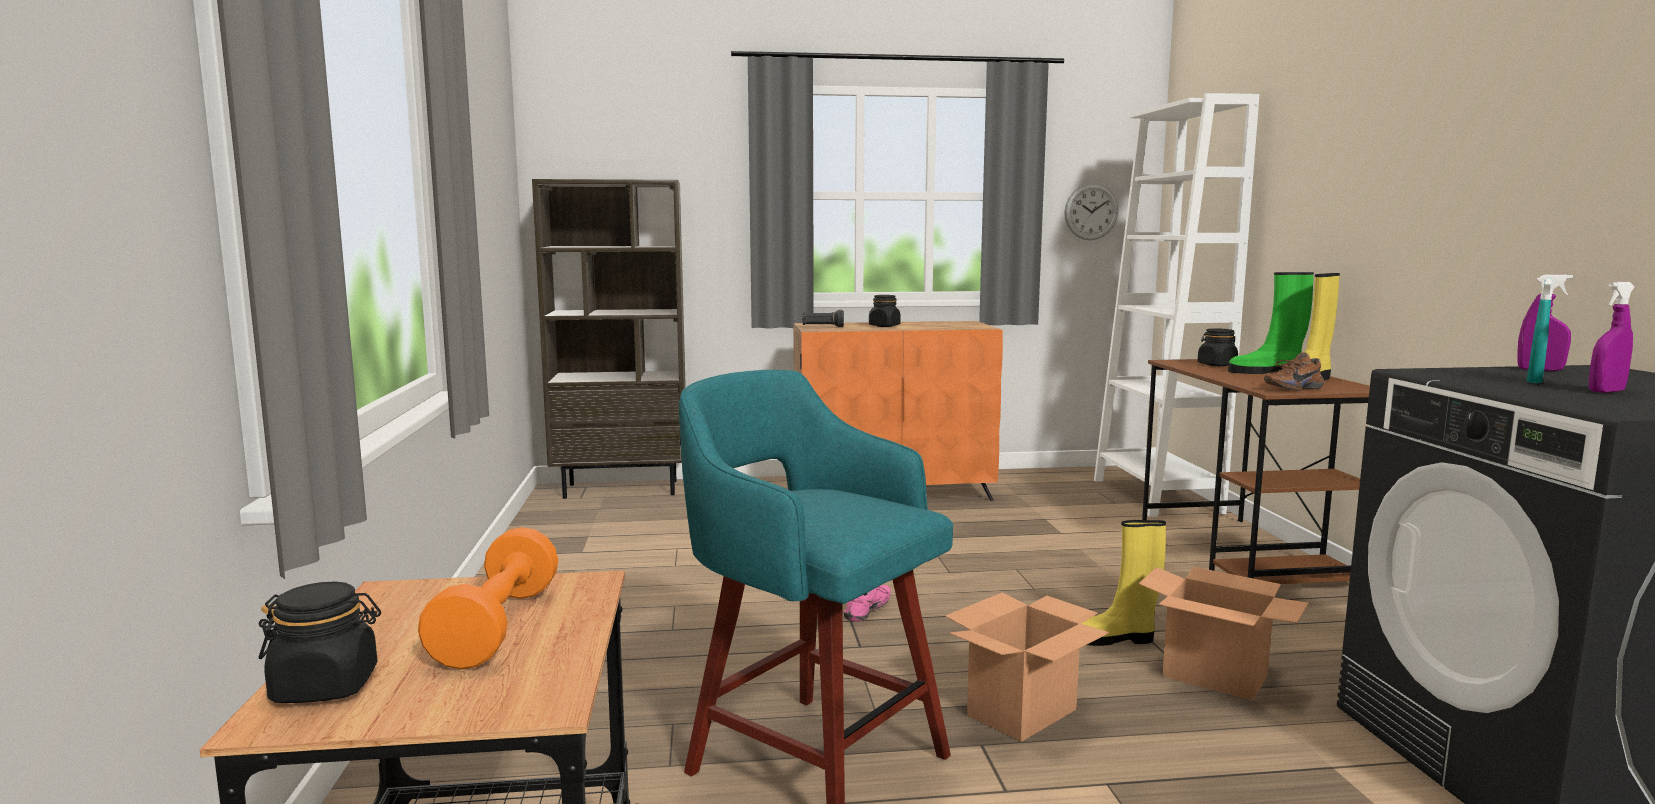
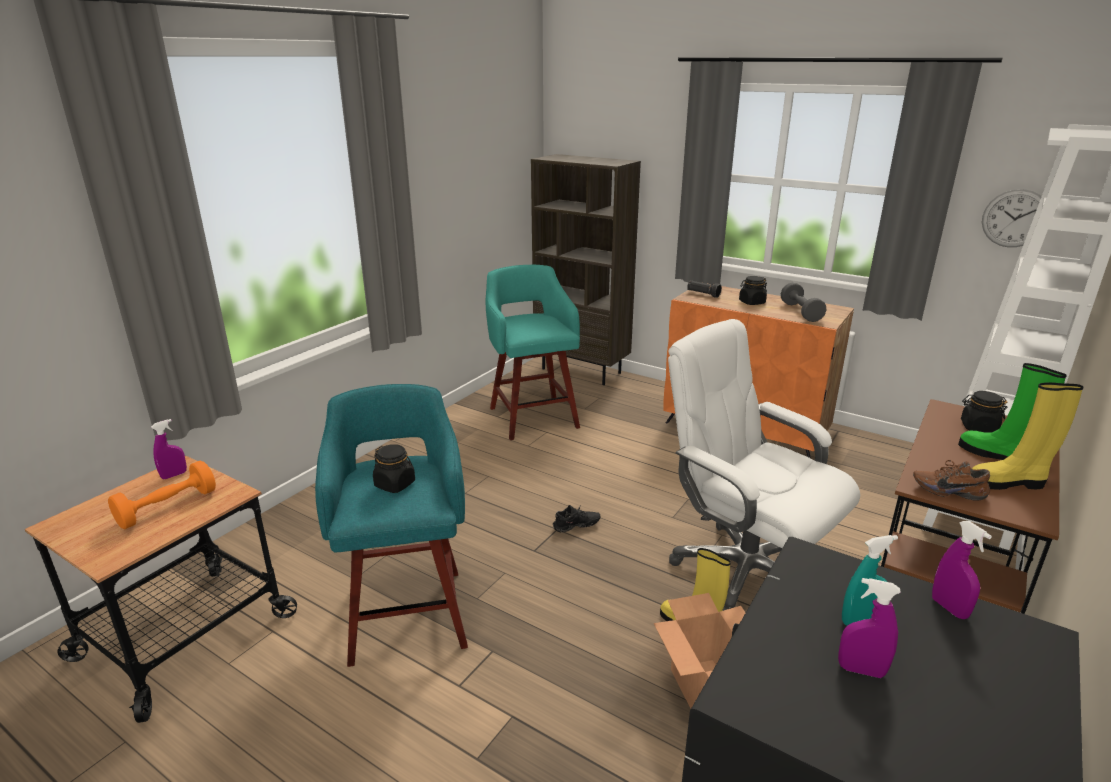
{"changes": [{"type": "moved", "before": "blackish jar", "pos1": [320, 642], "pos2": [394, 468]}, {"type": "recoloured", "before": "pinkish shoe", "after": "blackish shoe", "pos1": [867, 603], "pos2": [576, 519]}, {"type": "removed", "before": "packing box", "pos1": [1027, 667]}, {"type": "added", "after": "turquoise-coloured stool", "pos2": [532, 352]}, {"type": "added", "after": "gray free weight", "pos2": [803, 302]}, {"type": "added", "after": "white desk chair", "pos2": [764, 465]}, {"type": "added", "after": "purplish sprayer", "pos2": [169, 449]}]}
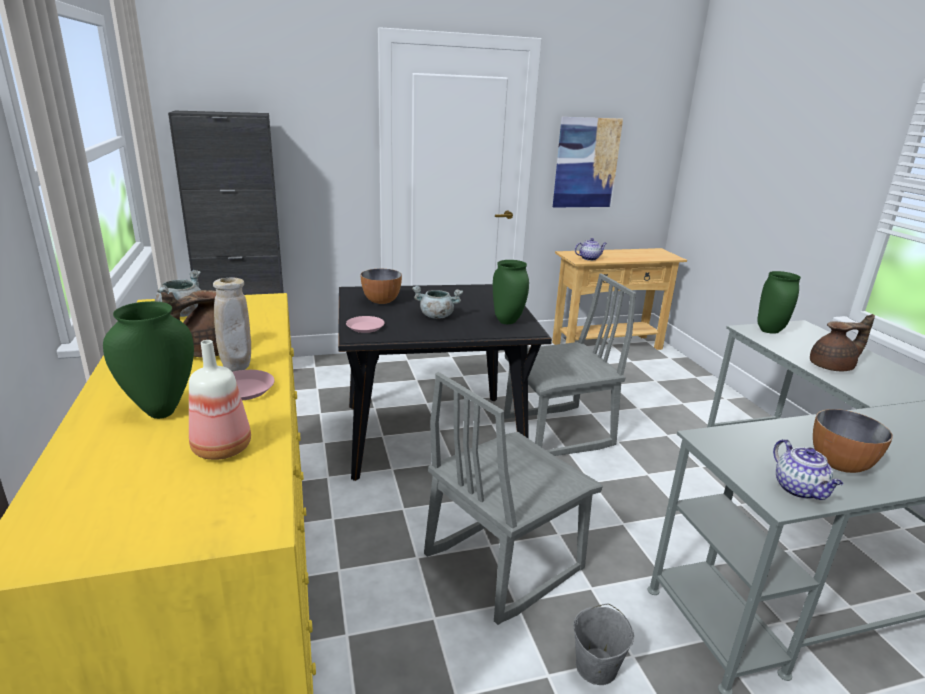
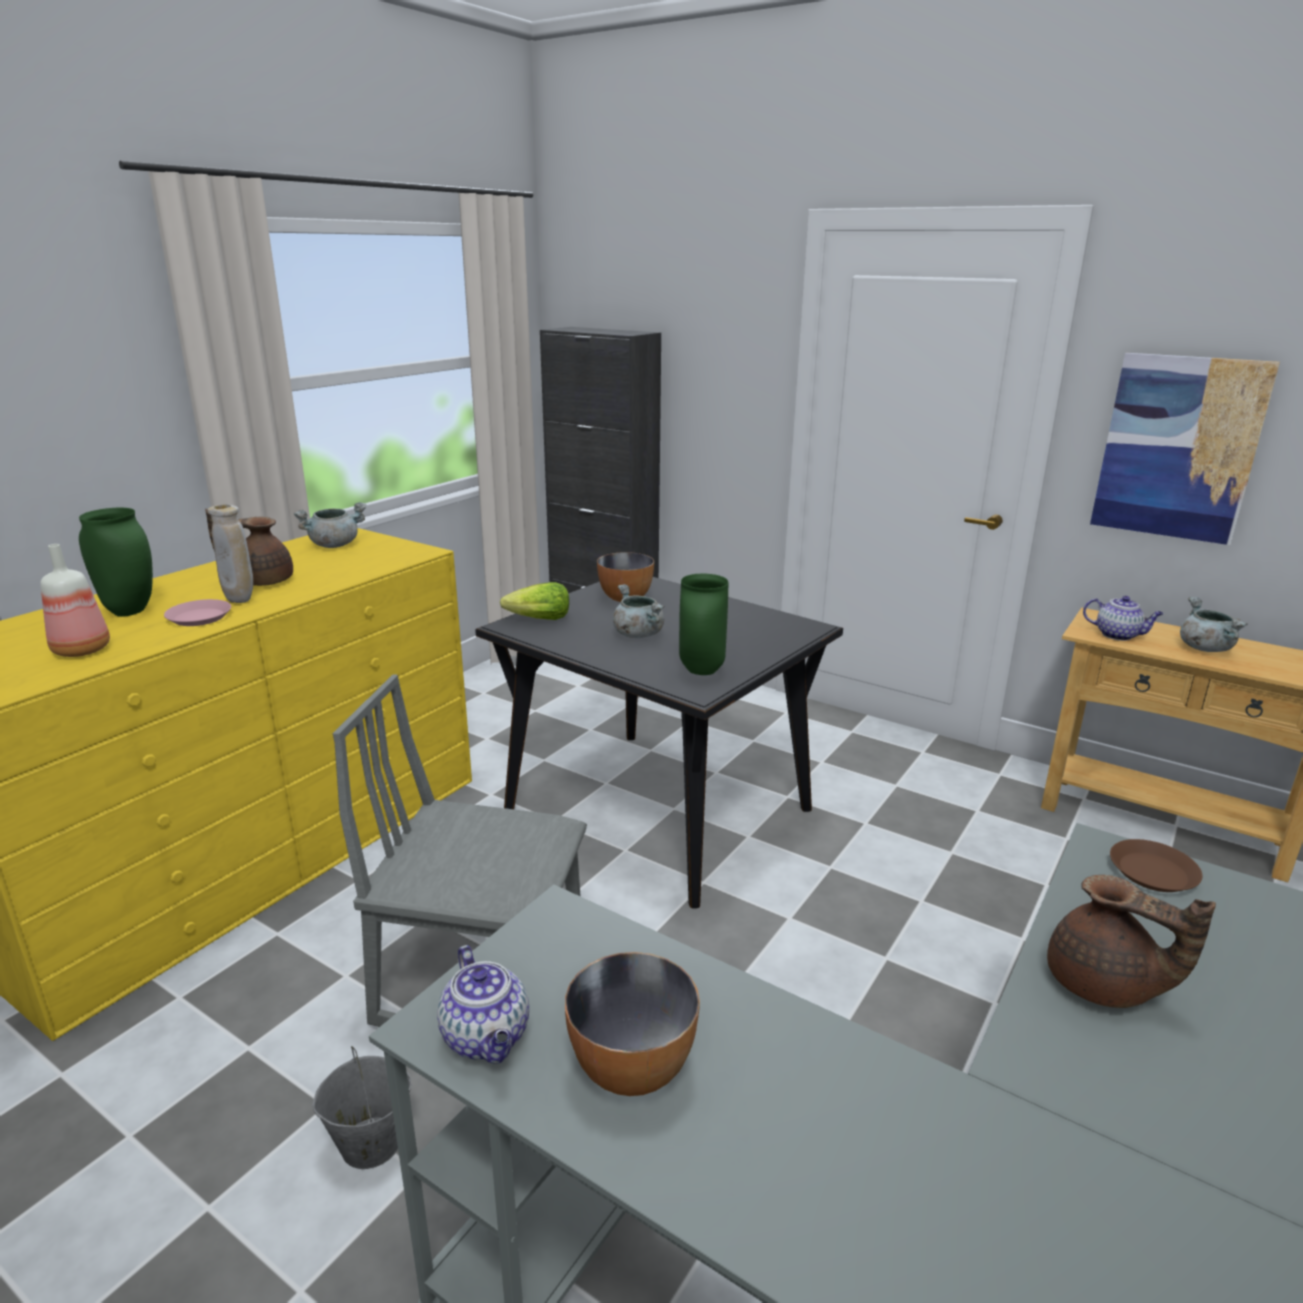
{"changes": [{"type": "replaced", "before": "green vase", "after": "brown dinner plate", "pos1": [779, 302], "pos2": [1156, 865]}, {"type": "removed", "before": "gray upright chair", "pos1": [570, 364]}, {"type": "replaced", "before": "pinkish dinner plate", "after": "lettuce head", "pos1": [365, 324], "pos2": [534, 601]}, {"type": "turned", "before": "pot for tea", "pos1": [808, 469], "pos2": [483, 1004], "turn": -60}, {"type": "added", "after": "gray cooking pot", "pos2": [1213, 624]}]}
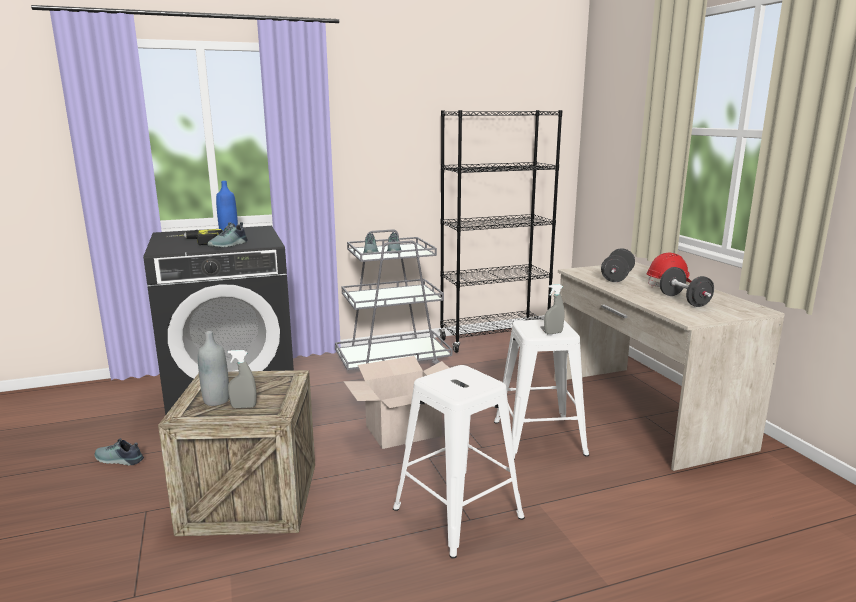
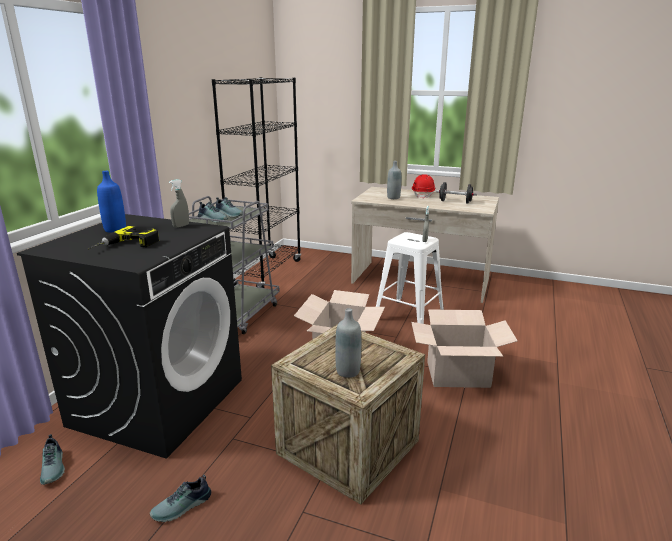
{"changes": [{"type": "moved", "before": "shoe", "pos1": [227, 235], "pos2": [52, 459]}, {"type": "replaced", "before": "blackish free weight", "after": "gray bottle", "pos1": [618, 265], "pos2": [394, 180]}, {"type": "moved", "before": "gray sprayer", "pos1": [242, 379], "pos2": [179, 203]}, {"type": "replaced", "before": "white stool", "after": "packing box", "pos1": [459, 462], "pos2": [464, 348]}]}
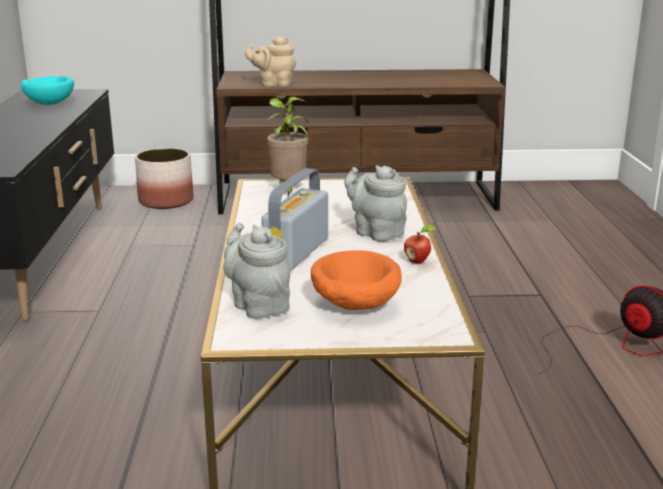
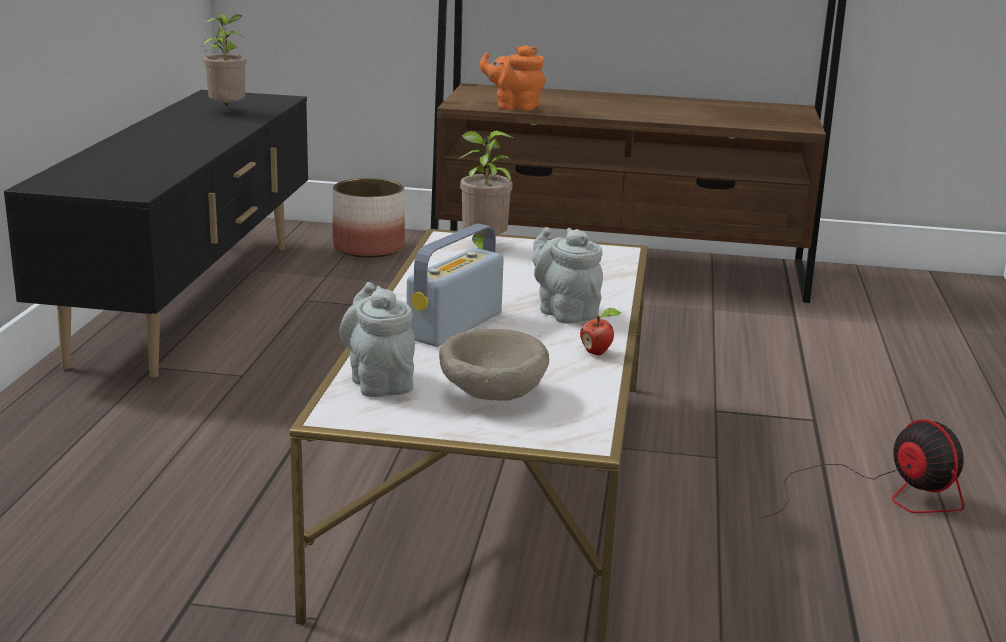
{"changes": [{"type": "recoloured", "before": "beige-coloured pot for tea", "after": "orangey pot for tea", "pos1": [270, 61], "pos2": [512, 78]}, {"type": "replaced", "before": "turquoise-coloured deep dish", "after": "houseplant", "pos1": [47, 90], "pos2": [224, 60]}, {"type": "recoloured", "before": "orangey deep dish", "after": "beige-coloured deep dish", "pos1": [356, 280], "pos2": [494, 365]}]}
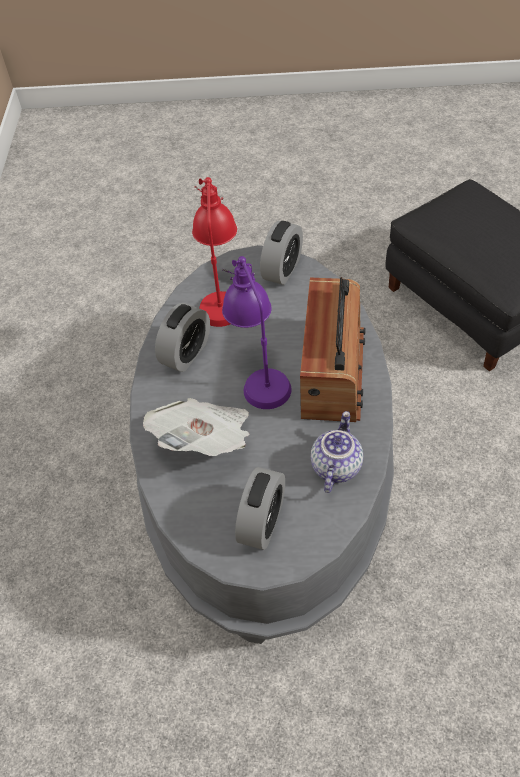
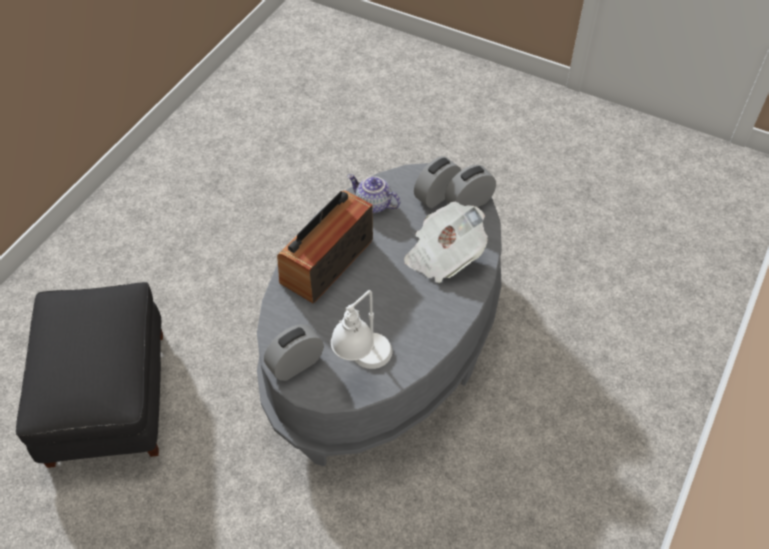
{"changes": [{"type": "recoloured", "before": "reddish lamp for a table", "after": "white lamp for a table", "pos1": [214, 252], "pos2": [361, 329]}, {"type": "removed", "before": "purplish lamp for a table", "pos1": [257, 332]}, {"type": "moved", "before": "bedside clock", "pos1": [182, 337], "pos2": [470, 186]}, {"type": "turned", "before": "pot for tea", "pos1": [337, 452], "pos2": [374, 193], "turn": 75}]}
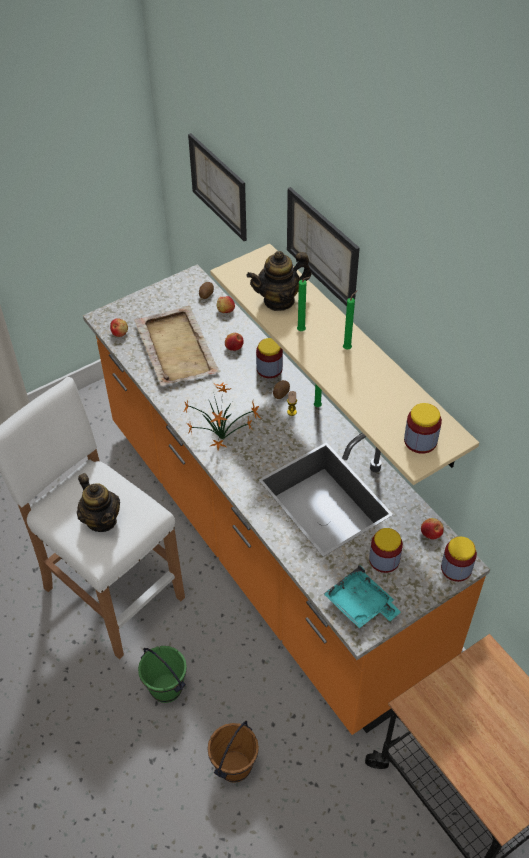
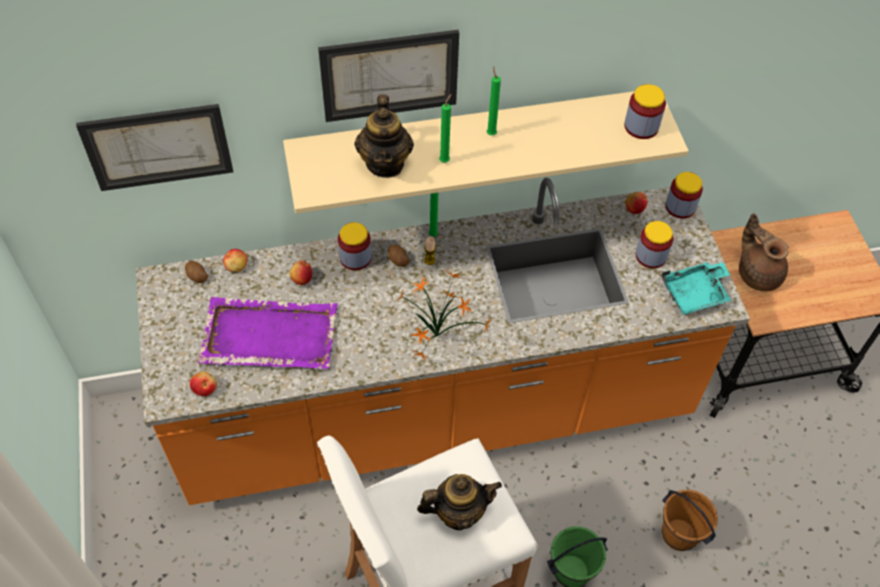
{"changes": [{"type": "recoloured", "before": "beige-coloured carrying tray", "after": "purplish carrying tray", "pos1": [177, 346], "pos2": [268, 333]}, {"type": "added", "after": "brown pot for tea", "pos2": [764, 252]}]}
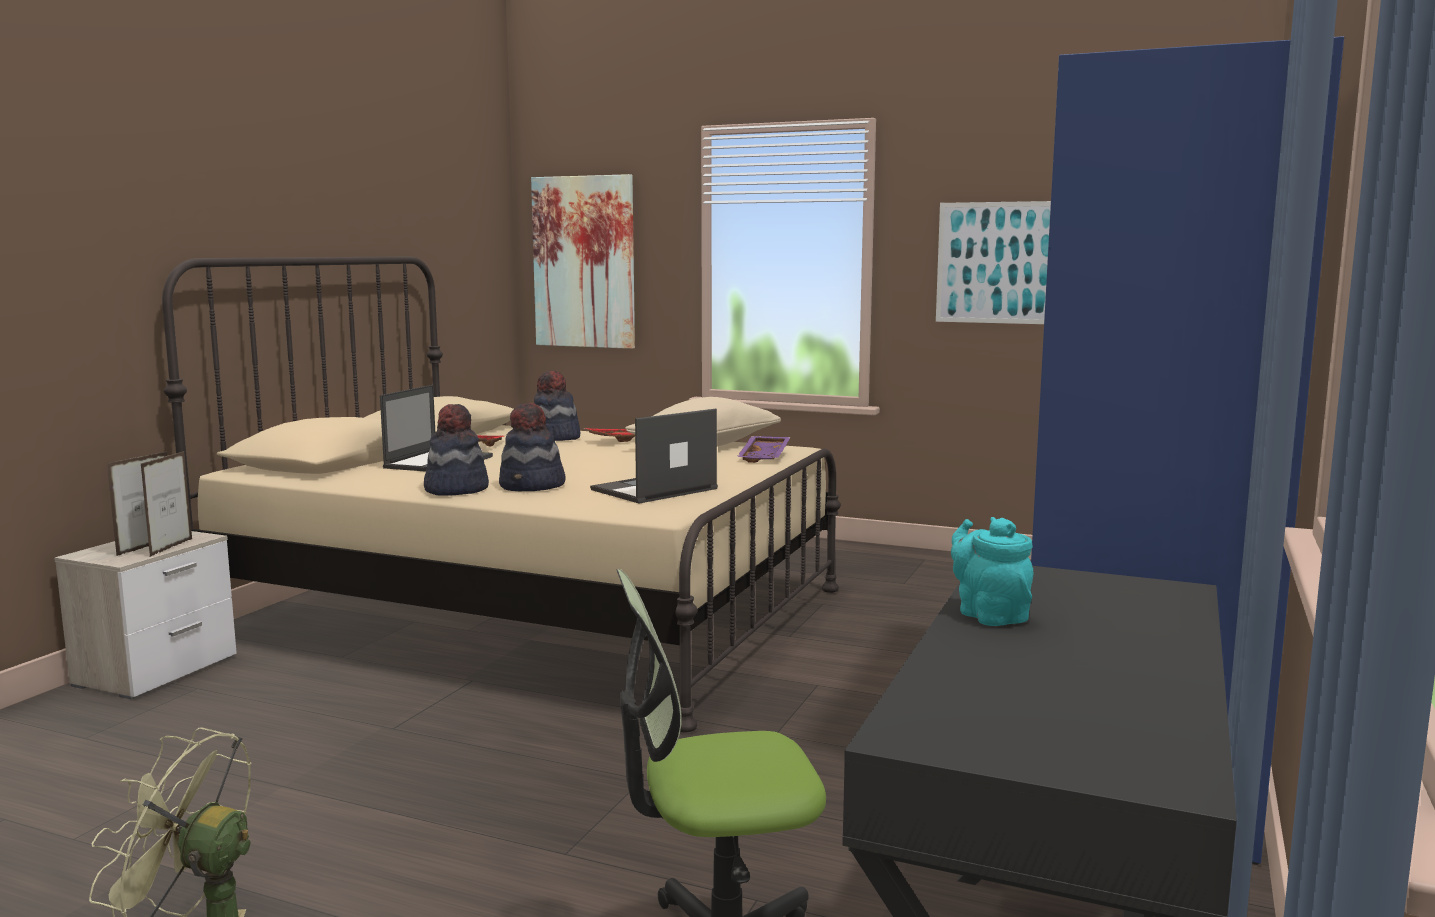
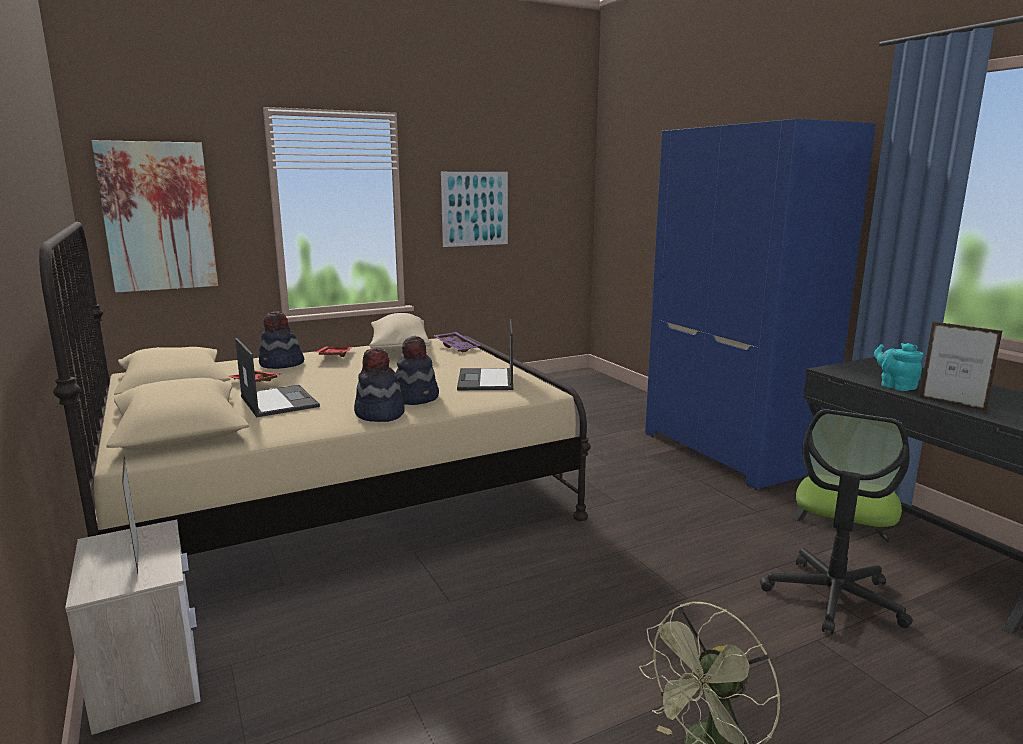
{"changes": [{"type": "moved", "before": "standing frame", "pos1": [166, 504], "pos2": [961, 366]}, {"type": "turned", "before": "turquoise-coloured pot for tea", "pos1": [992, 571], "pos2": [898, 367], "turn": 45}]}
